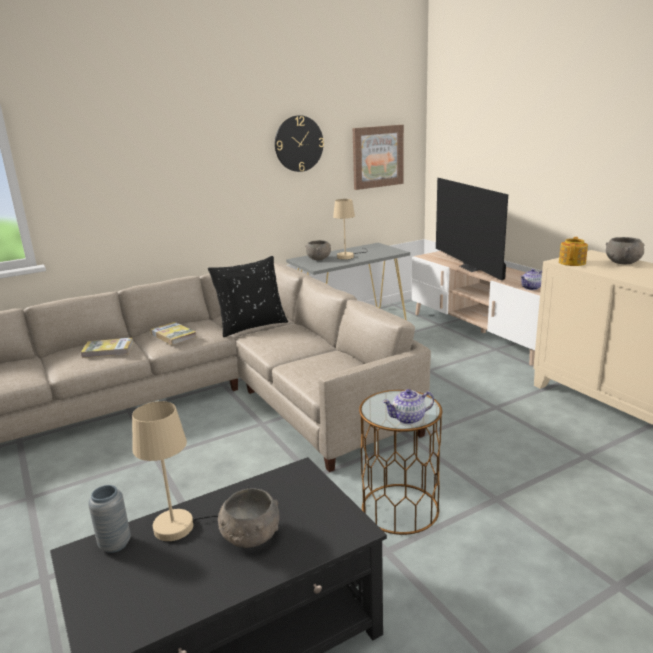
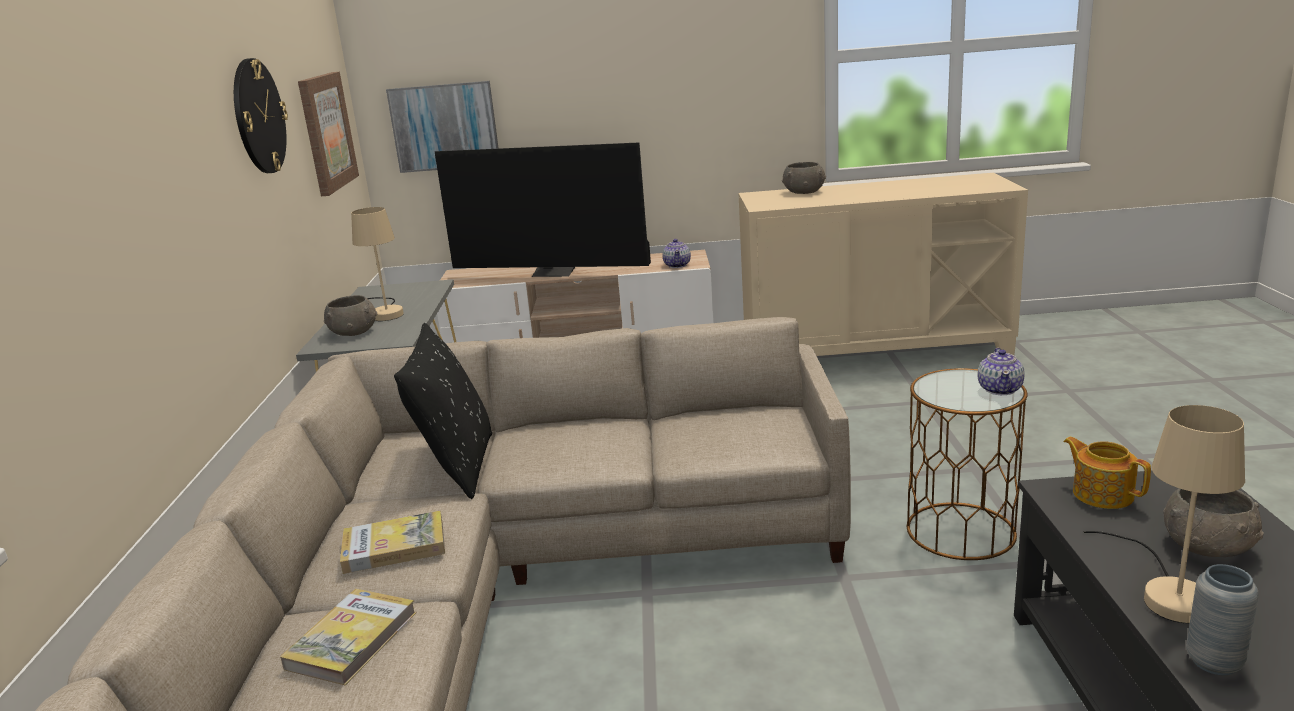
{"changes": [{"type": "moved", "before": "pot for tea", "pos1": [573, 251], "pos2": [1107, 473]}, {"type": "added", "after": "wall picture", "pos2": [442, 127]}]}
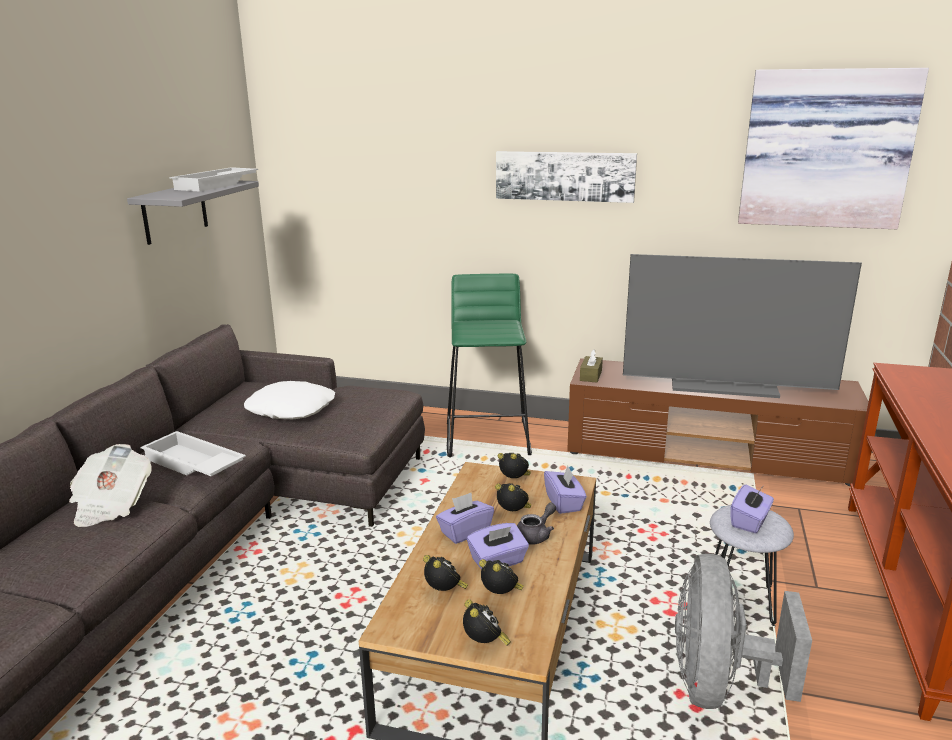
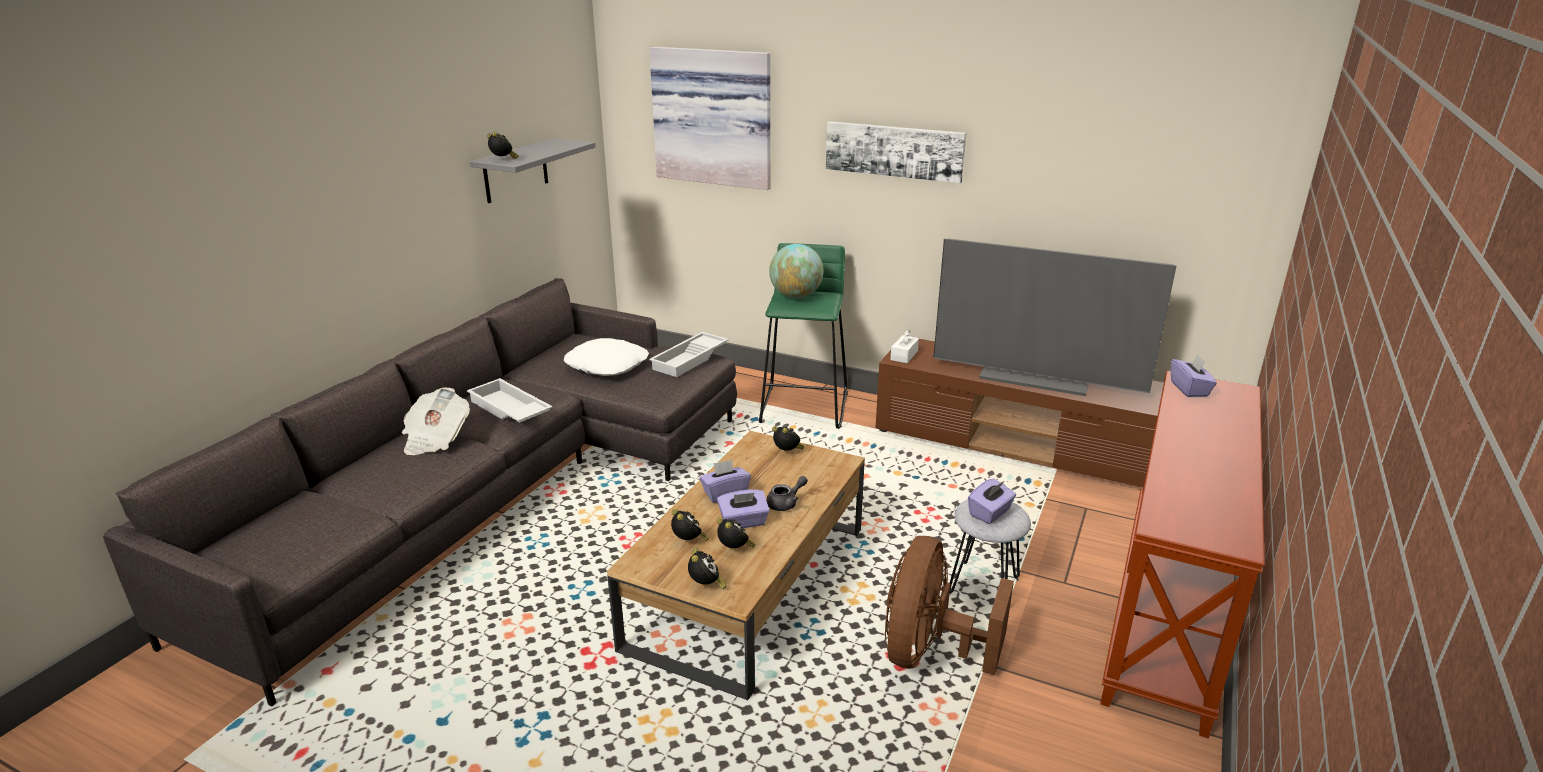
{"changes": [{"type": "moved", "before": "wall picture", "pos1": [833, 148], "pos2": [709, 118]}, {"type": "moved", "before": "white carrying tray", "pos1": [213, 179], "pos2": [689, 354]}, {"type": "recoloured", "before": "brown box of tissues", "after": "white box of tissues", "pos1": [591, 366], "pos2": [904, 346]}, {"type": "moved", "before": "purplish box of tissues", "pos1": [565, 490], "pos2": [1194, 376]}, {"type": "moved", "before": "bedside clock", "pos1": [513, 497], "pos2": [503, 145]}, {"type": "recoloured", "before": "gray electric fan", "after": "brown electric fan", "pos1": [743, 631], "pos2": [949, 605]}, {"type": "added", "after": "desk globe", "pos2": [796, 271]}]}
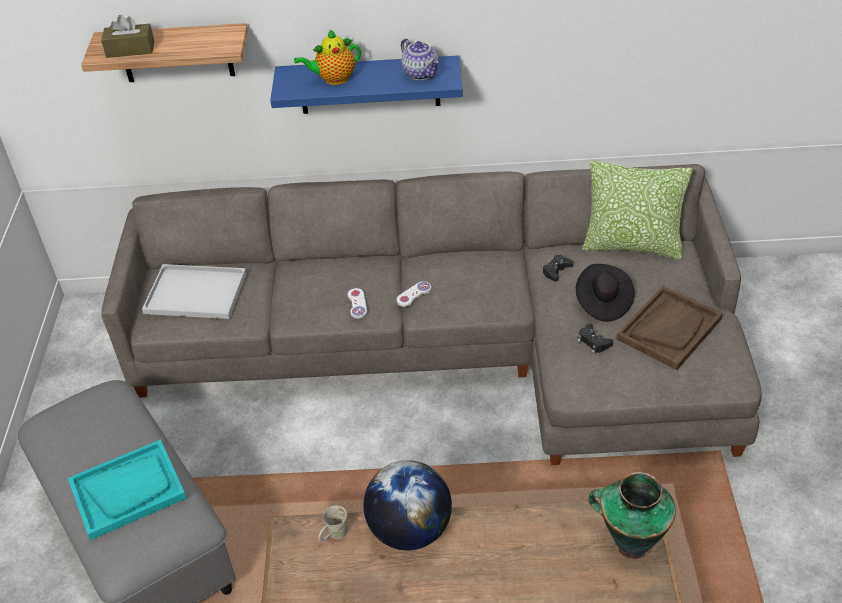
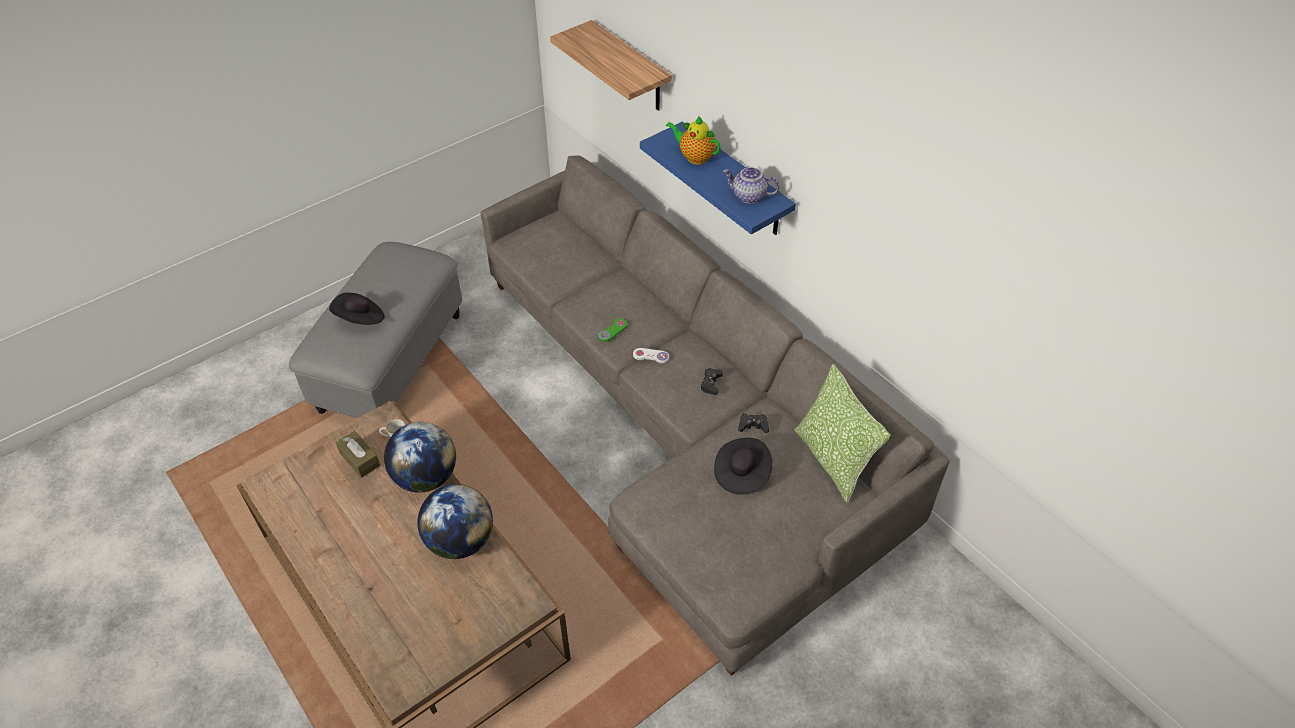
{"changes": [{"type": "moved", "before": "brown box of tissues", "pos1": [127, 36], "pos2": [358, 454]}, {"type": "turned", "before": "pot for tea", "pos1": [420, 59], "pos2": [751, 185], "turn": 90}, {"type": "removed", "before": "white carrying tray", "pos1": [194, 291]}, {"type": "removed", "before": "brown carrying tray", "pos1": [669, 328]}, {"type": "recoloured", "before": "white gamepad", "after": "green gamepad", "pos1": [357, 303], "pos2": [612, 330]}, {"type": "moved", "before": "blackish gamepad", "pos1": [595, 339], "pos2": [711, 381]}, {"type": "replaced", "before": "turquoise-coloured carrying tray", "after": "blackish hat", "pos1": [127, 490], "pos2": [357, 309]}, {"type": "removed", "before": "vase", "pos1": [632, 515]}, {"type": "added", "after": "desk globe", "pos2": [455, 521]}]}
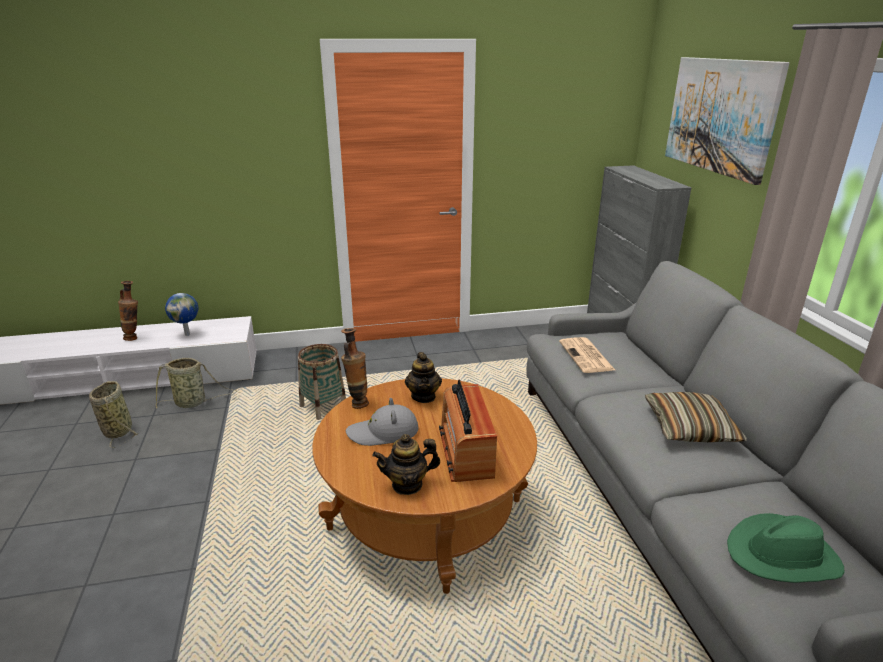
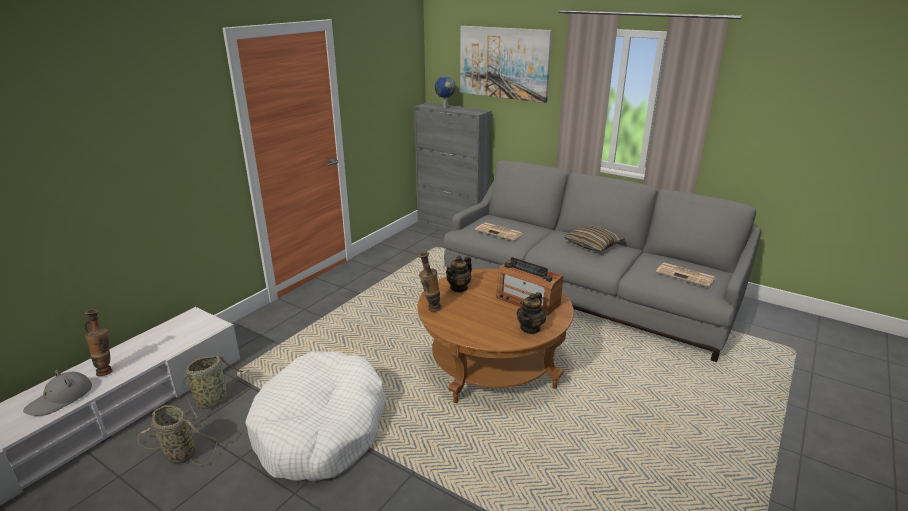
{"changes": [{"type": "moved", "before": "desk globe", "pos1": [181, 314], "pos2": [445, 92]}, {"type": "removed", "before": "household basket", "pos1": [322, 382]}, {"type": "turned", "before": "pot for tea", "pos1": [423, 377], "pos2": [459, 274], "turn": 90}, {"type": "moved", "before": "gray hat", "pos1": [382, 422], "pos2": [57, 393]}, {"type": "replaced", "before": "green hat", "after": "printed paper", "pos1": [786, 548], "pos2": [685, 274]}, {"type": "added", "after": "white pet bed", "pos2": [315, 416]}]}
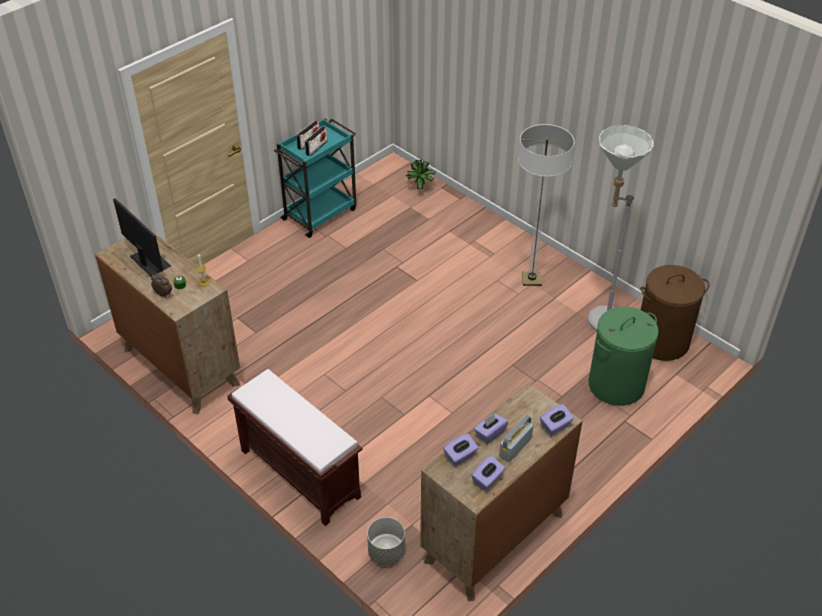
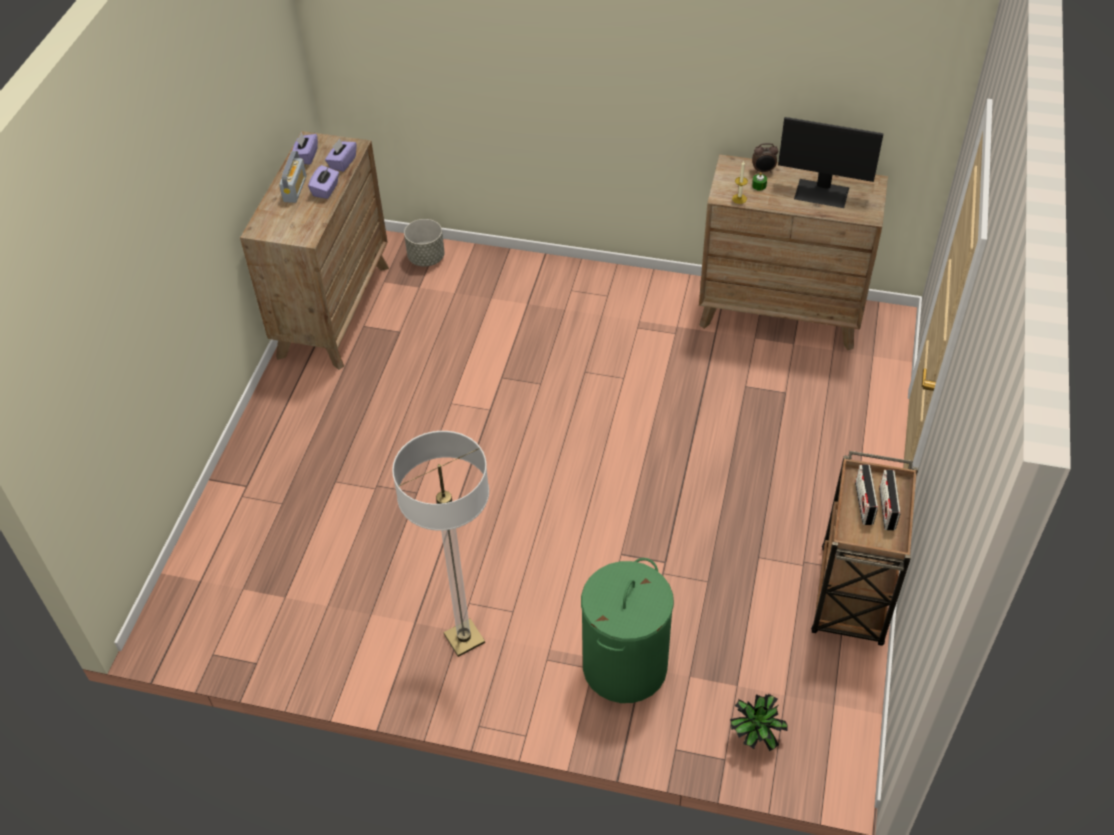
{"changes": [{"type": "recoloured", "before": "turquoise-coloured trolley", "after": "brown trolley", "pos1": [315, 178], "pos2": [864, 548]}, {"type": "removed", "before": "gray standard lamp", "pos1": [621, 228]}, {"type": "removed", "before": "brown laundry basket", "pos1": [674, 313]}, {"type": "moved", "before": "green laundry basket", "pos1": [623, 356], "pos2": [627, 630]}, {"type": "removed", "before": "brown long seat", "pos1": [295, 447]}, {"type": "removed", "before": "purplish box of tissues", "pos1": [557, 419]}]}
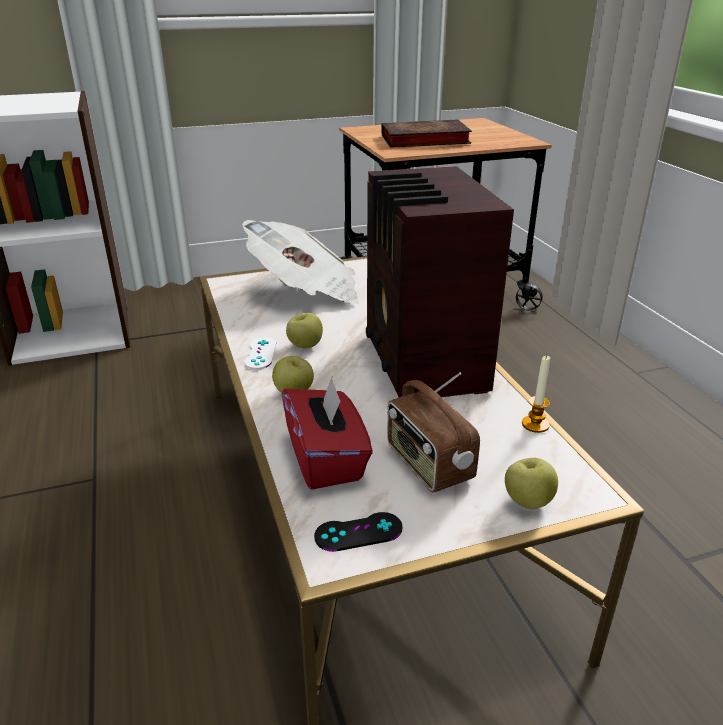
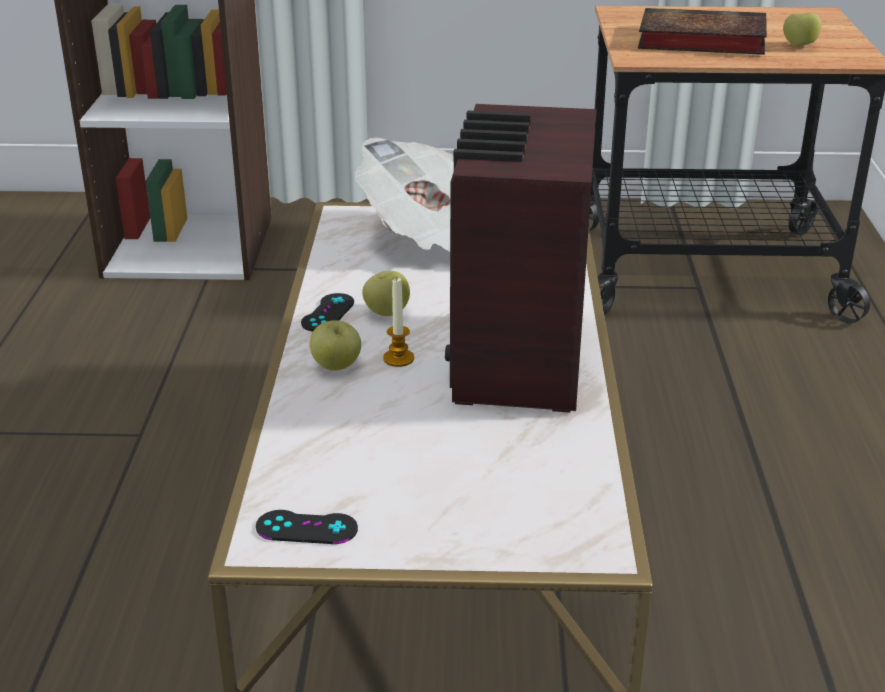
{"changes": [{"type": "recoloured", "before": "white gamepad", "after": "blackish gamepad", "pos1": [260, 353], "pos2": [327, 312]}, {"type": "moved", "before": "candle", "pos1": [536, 394], "pos2": [398, 322]}, {"type": "removed", "before": "radio", "pos1": [433, 432]}, {"type": "removed", "before": "reddish box of tissues", "pos1": [327, 433]}, {"type": "moved", "before": "apple fruit", "pos1": [531, 483], "pos2": [802, 30]}]}
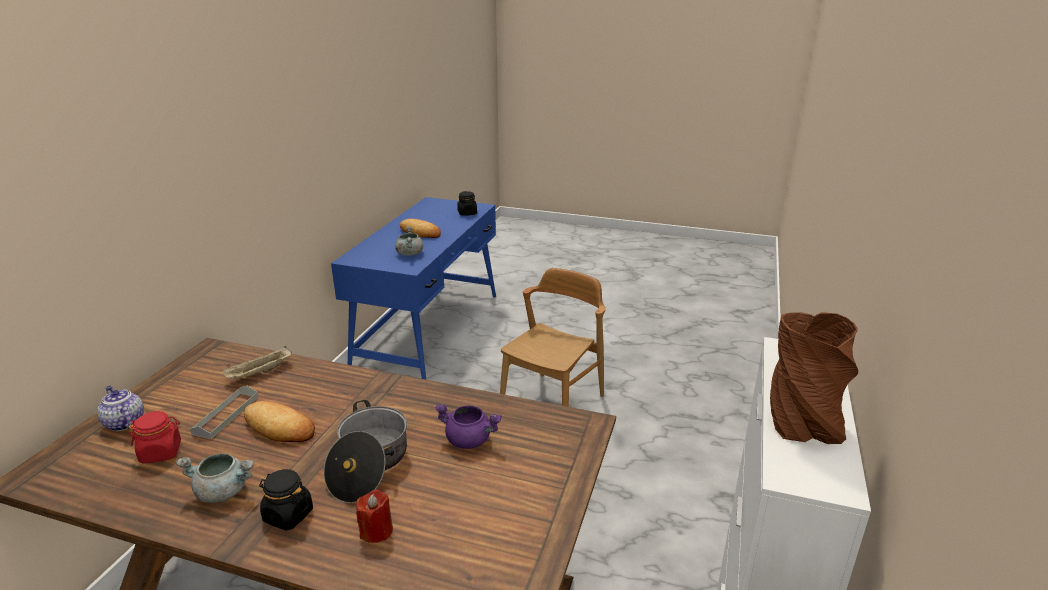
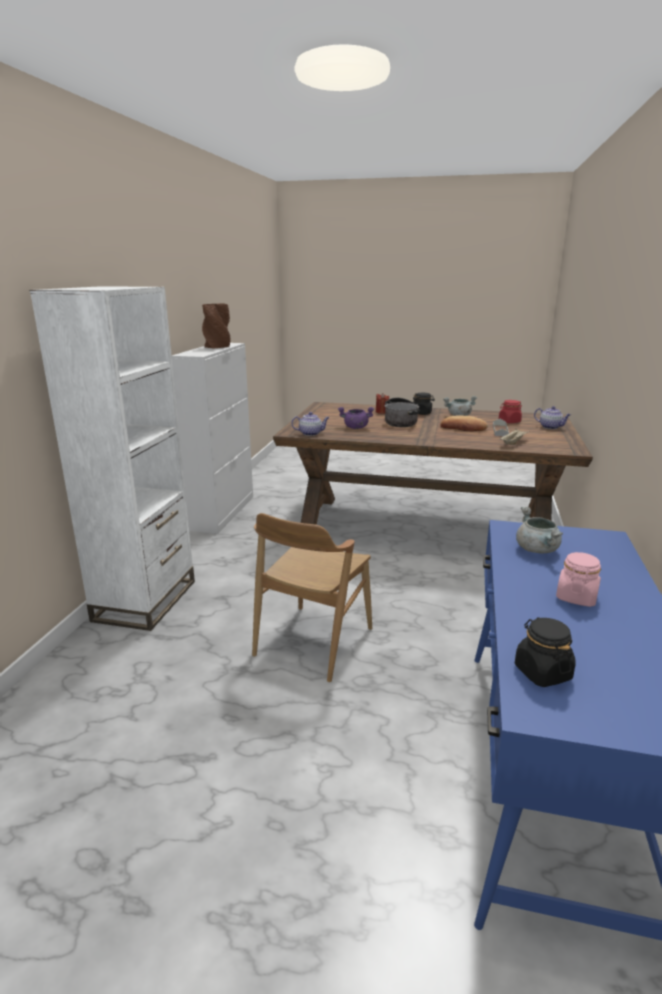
{"changes": [{"type": "replaced", "before": "baked bread", "after": "pinkish jar", "pos1": [420, 228], "pos2": [578, 579]}, {"type": "added", "after": "white bookcase", "pos2": [112, 458]}, {"type": "added", "after": "pot for tea", "pos2": [310, 424]}]}
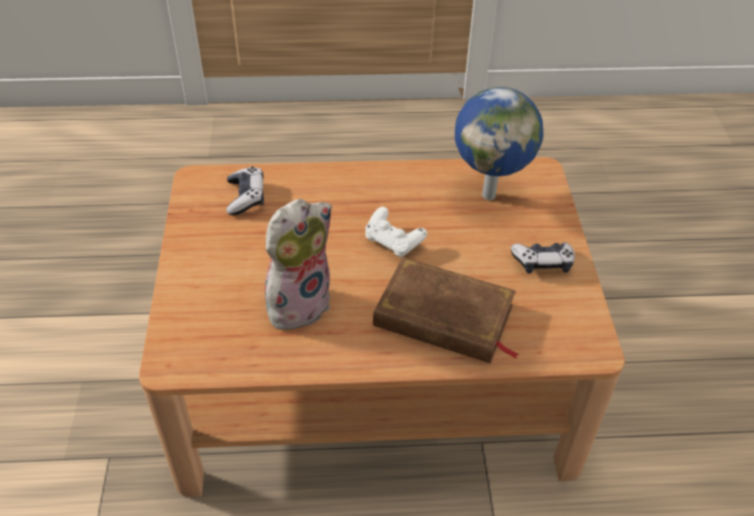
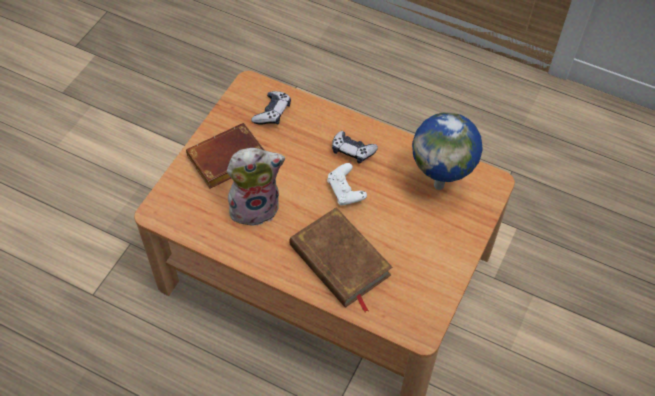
{"changes": [{"type": "moved", "before": "gamepad", "pos1": [543, 258], "pos2": [355, 147]}, {"type": "added", "after": "brown book", "pos2": [225, 156]}]}
